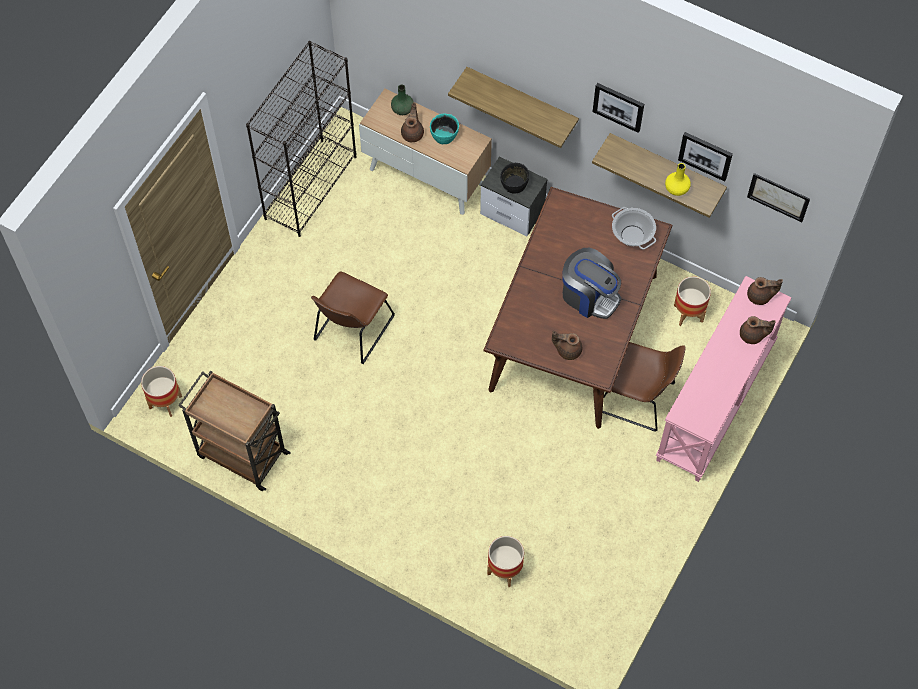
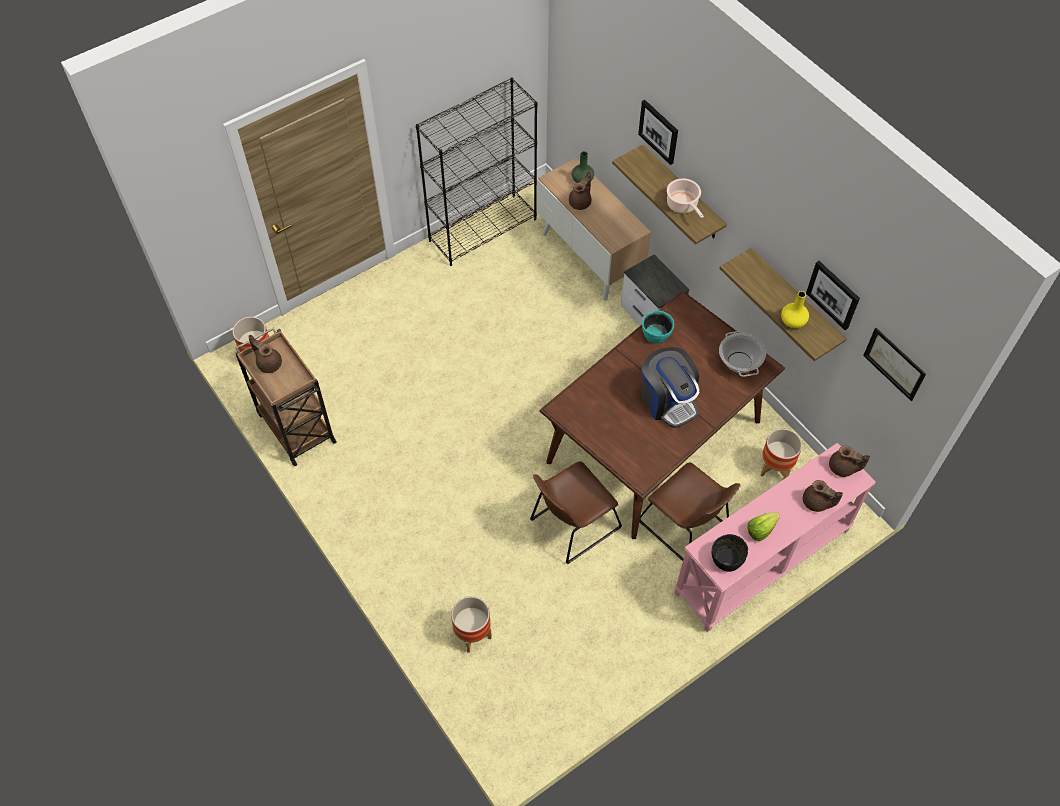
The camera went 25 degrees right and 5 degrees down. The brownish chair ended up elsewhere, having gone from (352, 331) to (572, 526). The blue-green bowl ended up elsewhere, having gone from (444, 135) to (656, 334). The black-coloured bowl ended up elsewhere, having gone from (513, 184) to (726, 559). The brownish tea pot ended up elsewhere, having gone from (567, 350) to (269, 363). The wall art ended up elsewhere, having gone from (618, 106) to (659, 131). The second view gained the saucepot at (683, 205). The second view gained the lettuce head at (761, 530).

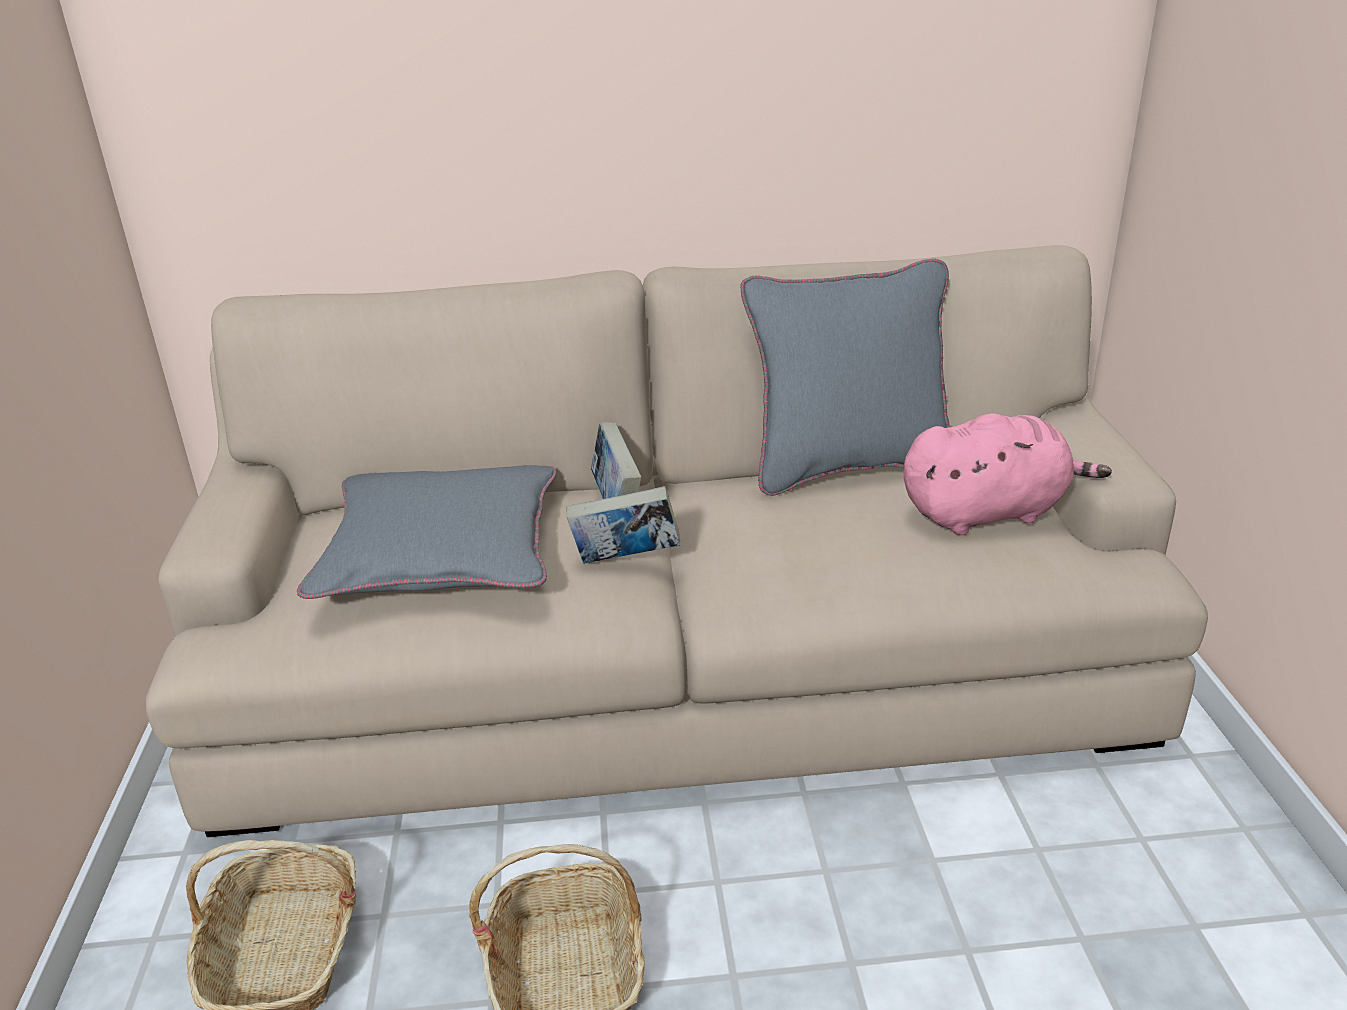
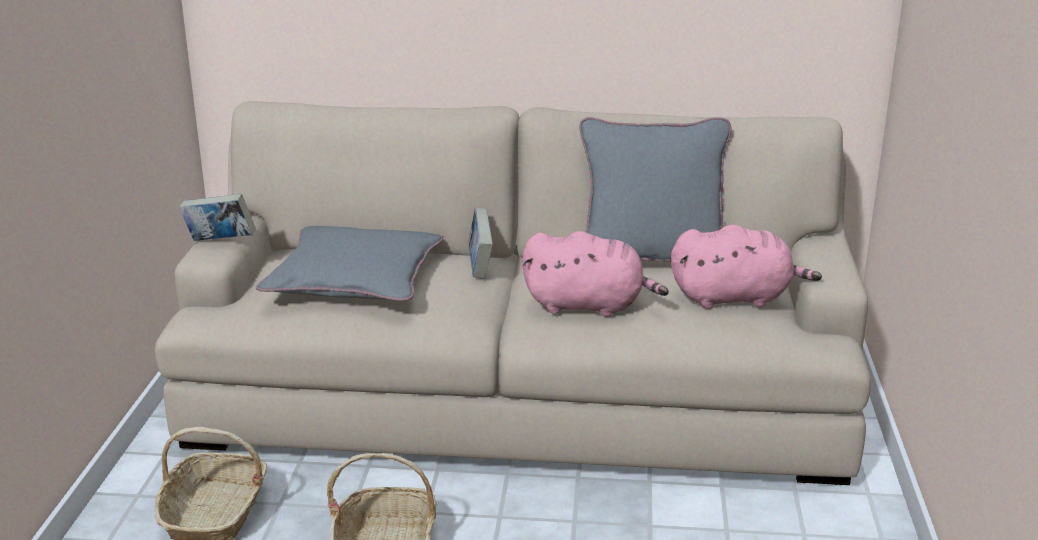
The camera went 10 degrees right and 5 degrees down. The volume ended up elsewhere, having gone from (626, 561) to (220, 242). The second view gained the pinkish soft toy at (589, 306).

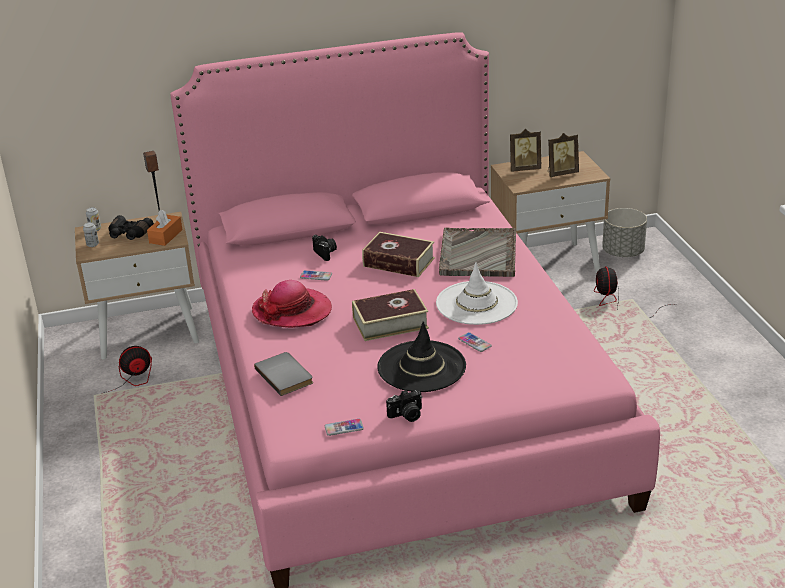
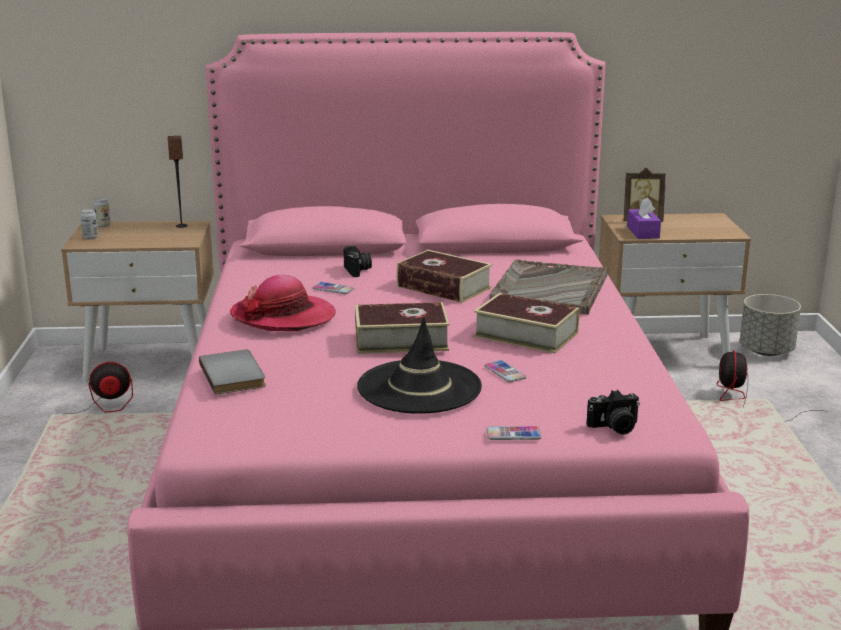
The camera went 10 degrees right and 10 degrees down. The second view lost the black-coloured field glasses at (129, 234). The second view lost the orange tissue box at (166, 236). The telephone ended up elsewhere, having gone from (344, 428) to (513, 434). The still camera ended up elsewhere, having gone from (407, 415) to (614, 427). Where the white-coloured hat stood at (476, 303), the volume came to stand at (526, 334). The second view lost the picture frame at (561, 173). The second view gained the purple tissue box at (643, 232).

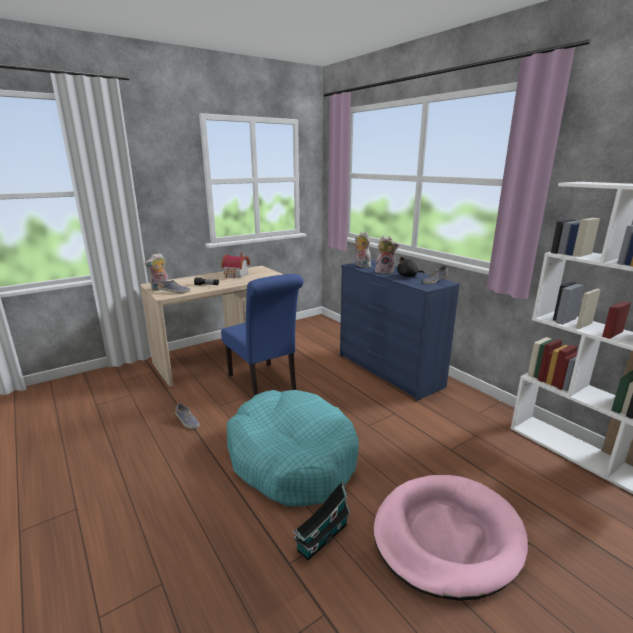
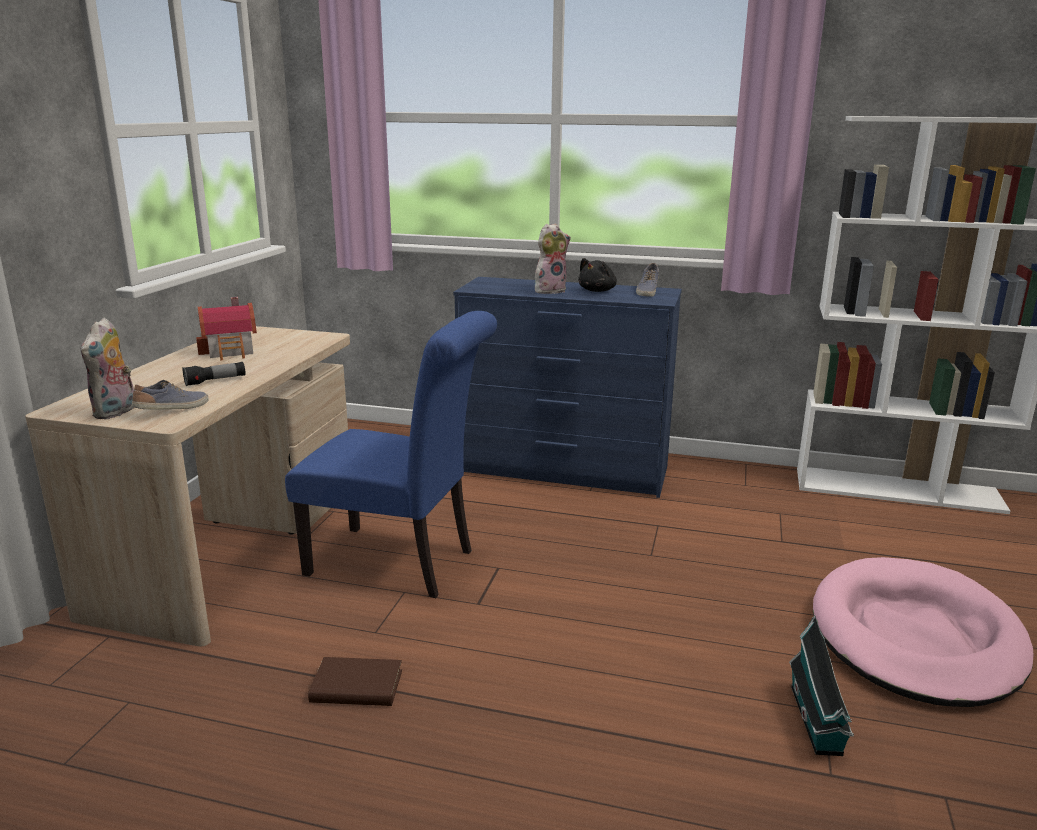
The camera went 40 degrees left and 0 degrees up. Where the item of footwear stood at (187, 421), the brownish volume came to stand at (356, 687). The second view lost the blue-green pet bed at (291, 458). The second view lost the soft toy at (361, 266).

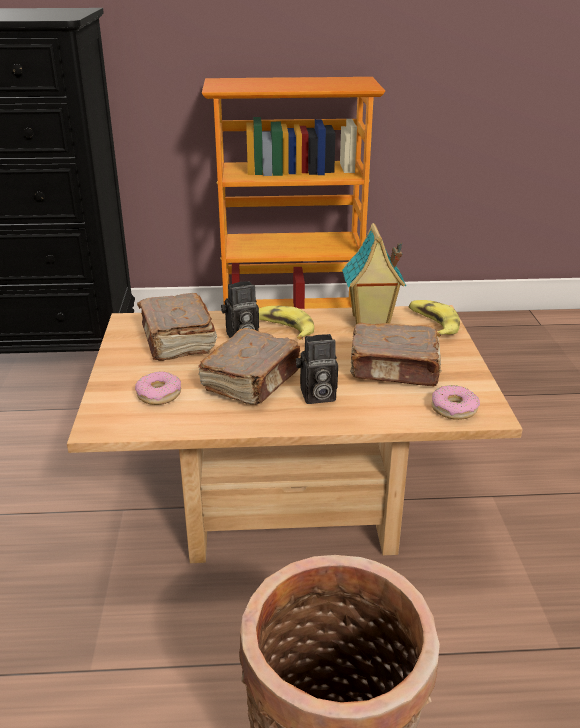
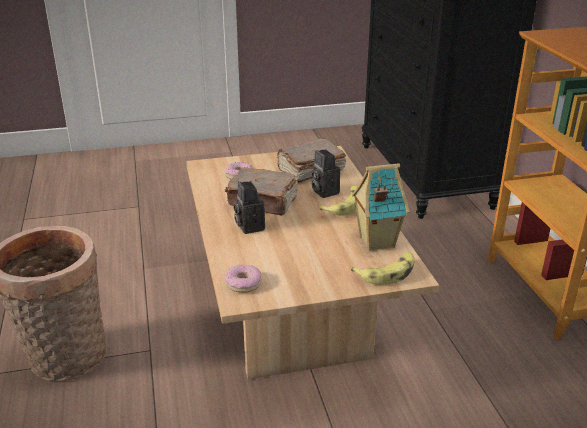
The camera went 80 degrees right and 0 degrees up. The second view lost the brownish volume at (395, 369).

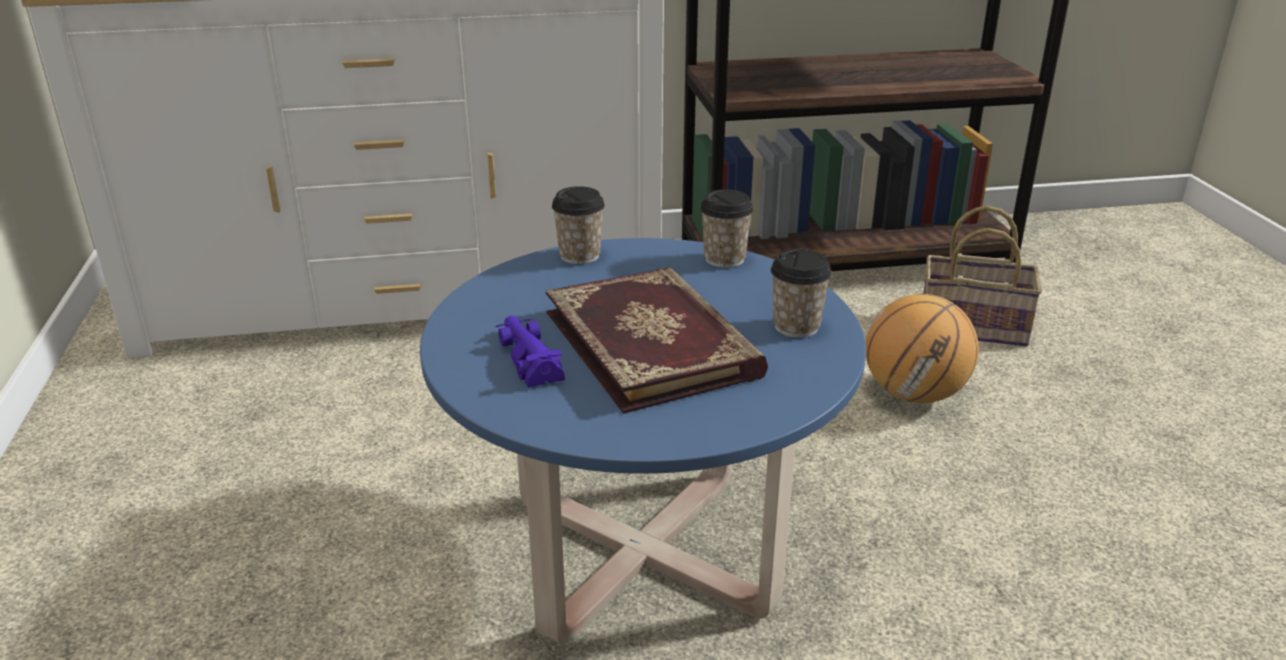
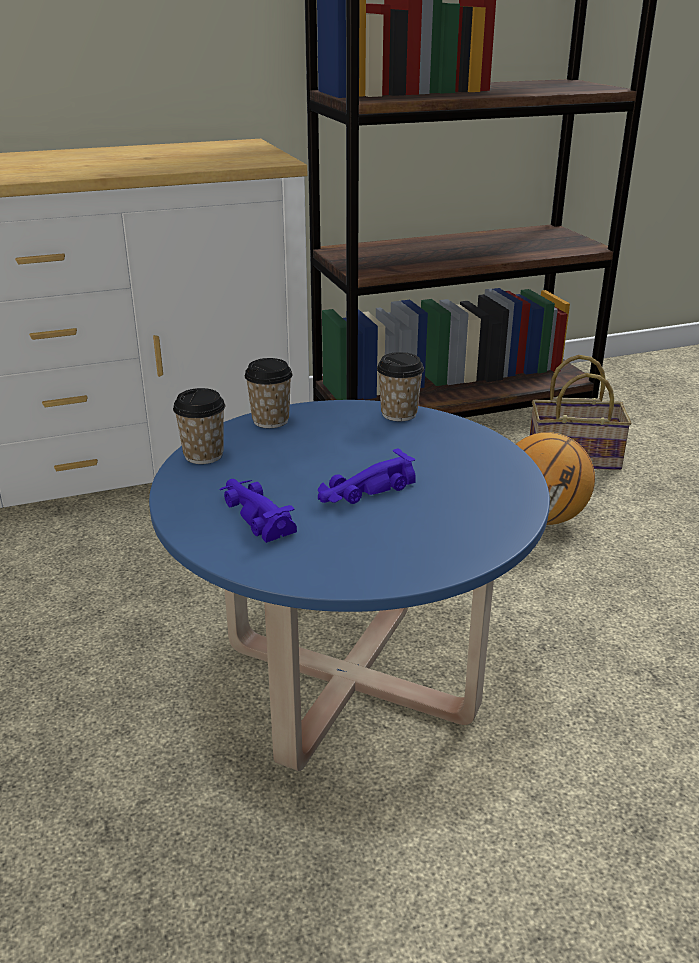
The camera went 10 degrees left and 0 degrees up. Where the volume stood at (654, 343), the purple model car came to stand at (364, 492). The small cup ended up elsewhere, having gone from (796, 327) to (203, 455).

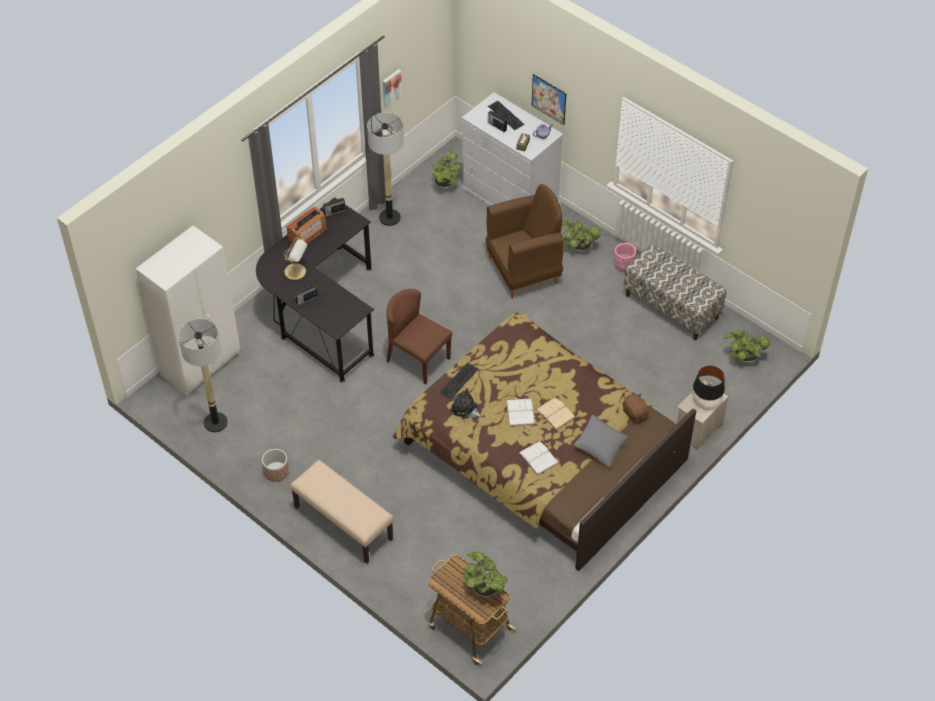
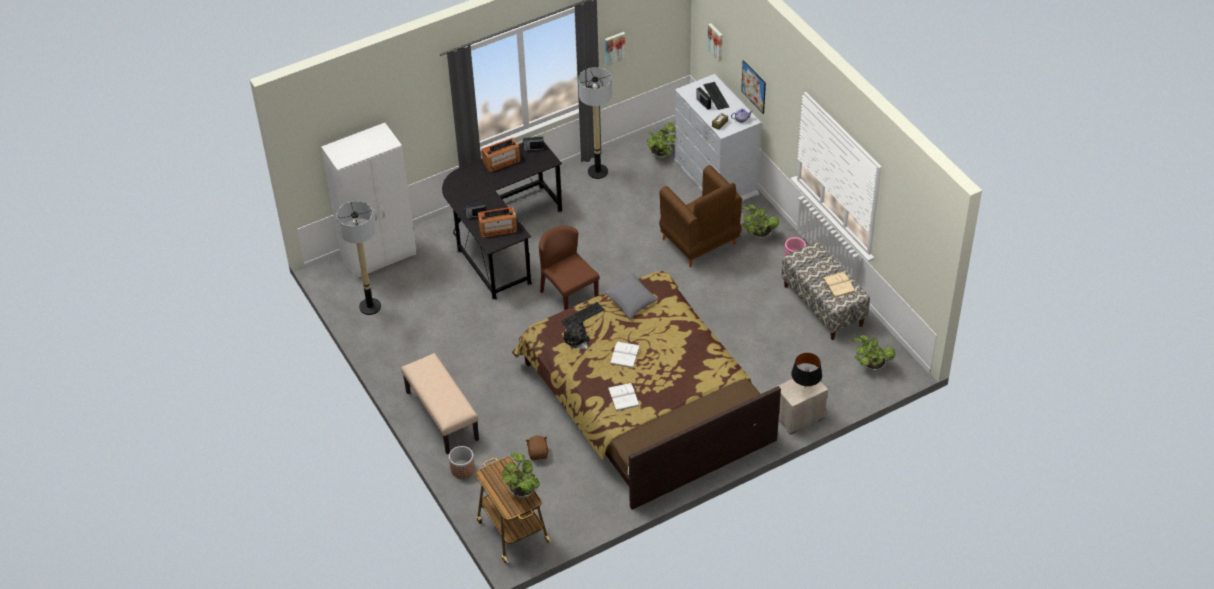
The camera went 20 degrees right and 5 degrees down. The planter ended up elsewhere, having gone from (276, 471) to (462, 469). The second view lost the lamp for a table at (296, 271). The brownish armchair at (524, 270) ended up facing another way, 60 degrees clockwise from before. The sand-coloured volume ended up elsewhere, having gone from (555, 413) to (838, 284). The grey throw pillow ended up elsewhere, having gone from (600, 446) to (631, 301). The brownish soft toy ended up elsewhere, having gone from (634, 412) to (538, 453). The second view gained the radio at (498, 229). The second view gained the wall art at (716, 41).

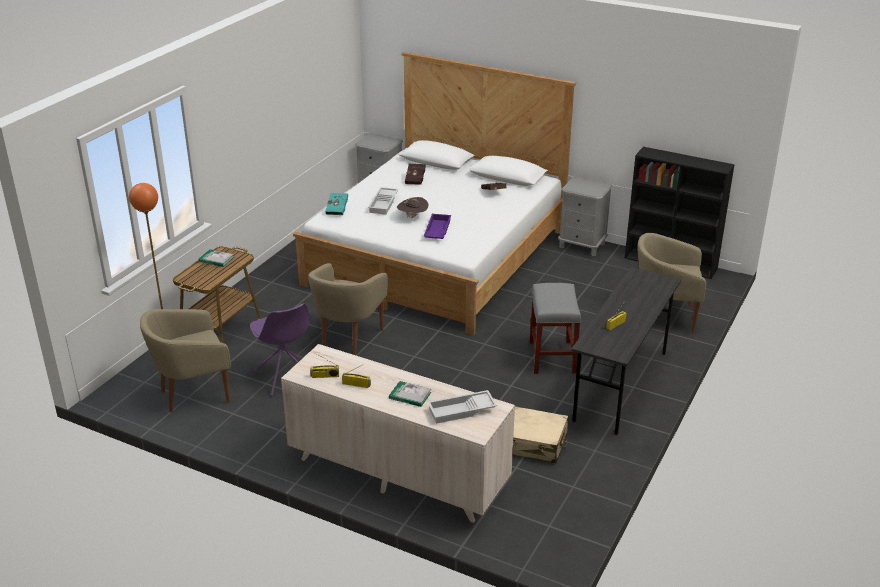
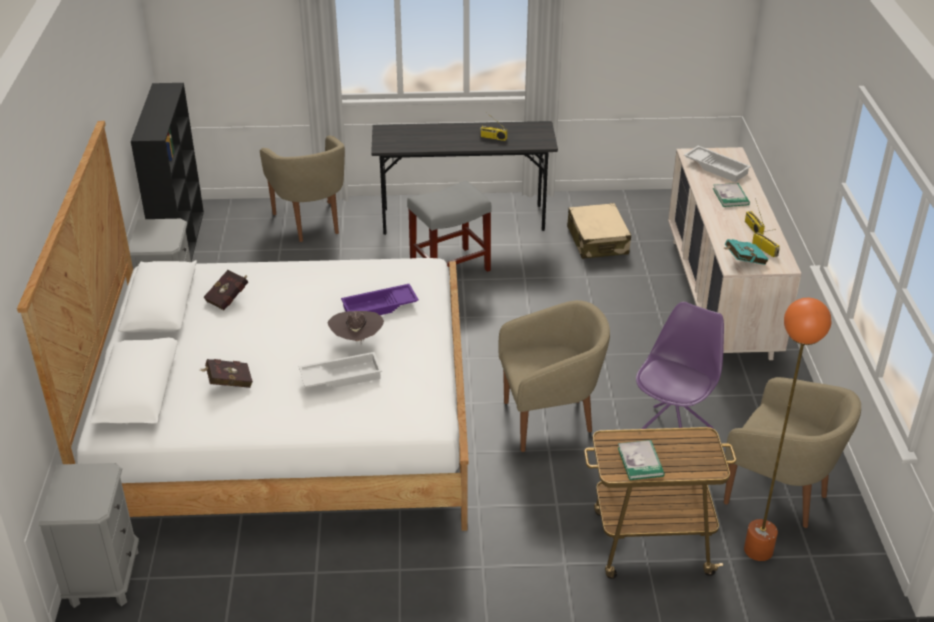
The camera went 120 degrees left and 5 degrees up. The blue-green volume ended up elsewhere, having gone from (338, 210) to (742, 261).

